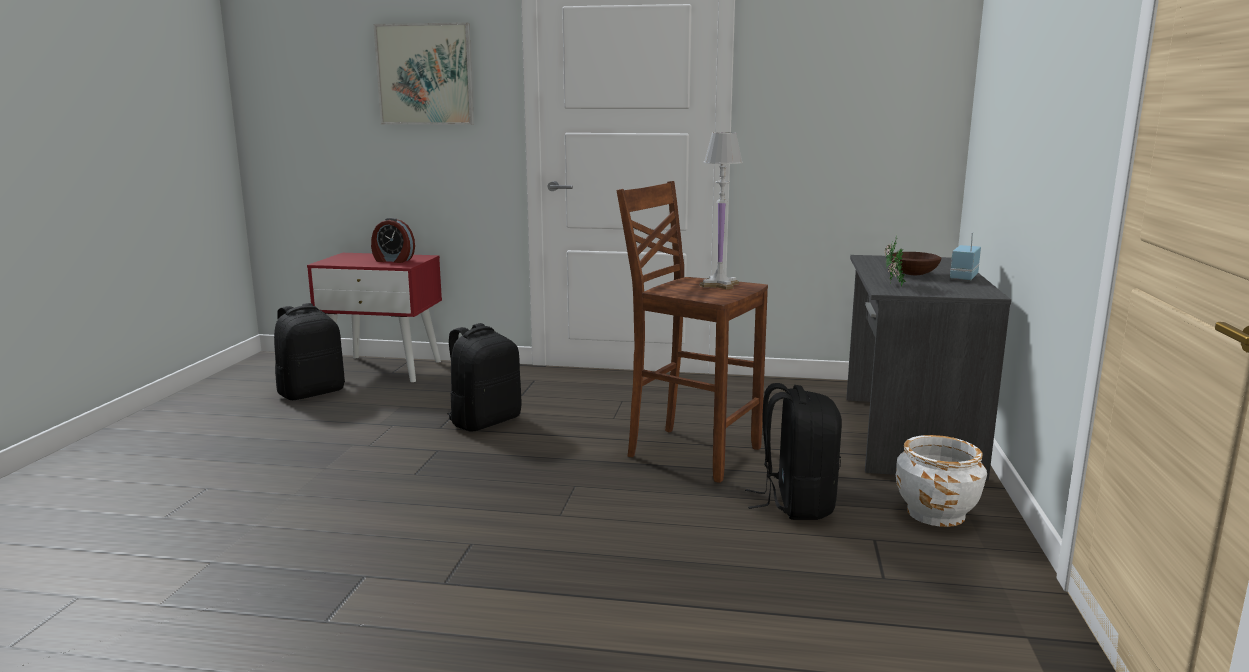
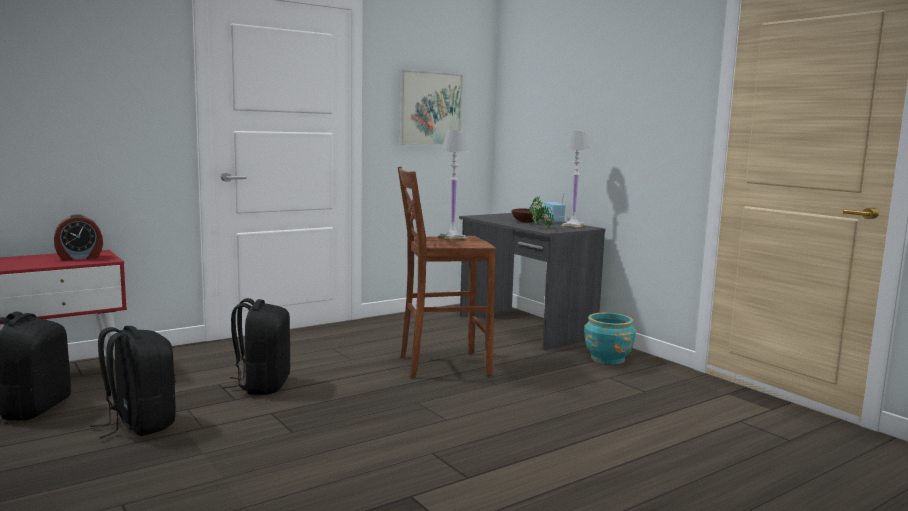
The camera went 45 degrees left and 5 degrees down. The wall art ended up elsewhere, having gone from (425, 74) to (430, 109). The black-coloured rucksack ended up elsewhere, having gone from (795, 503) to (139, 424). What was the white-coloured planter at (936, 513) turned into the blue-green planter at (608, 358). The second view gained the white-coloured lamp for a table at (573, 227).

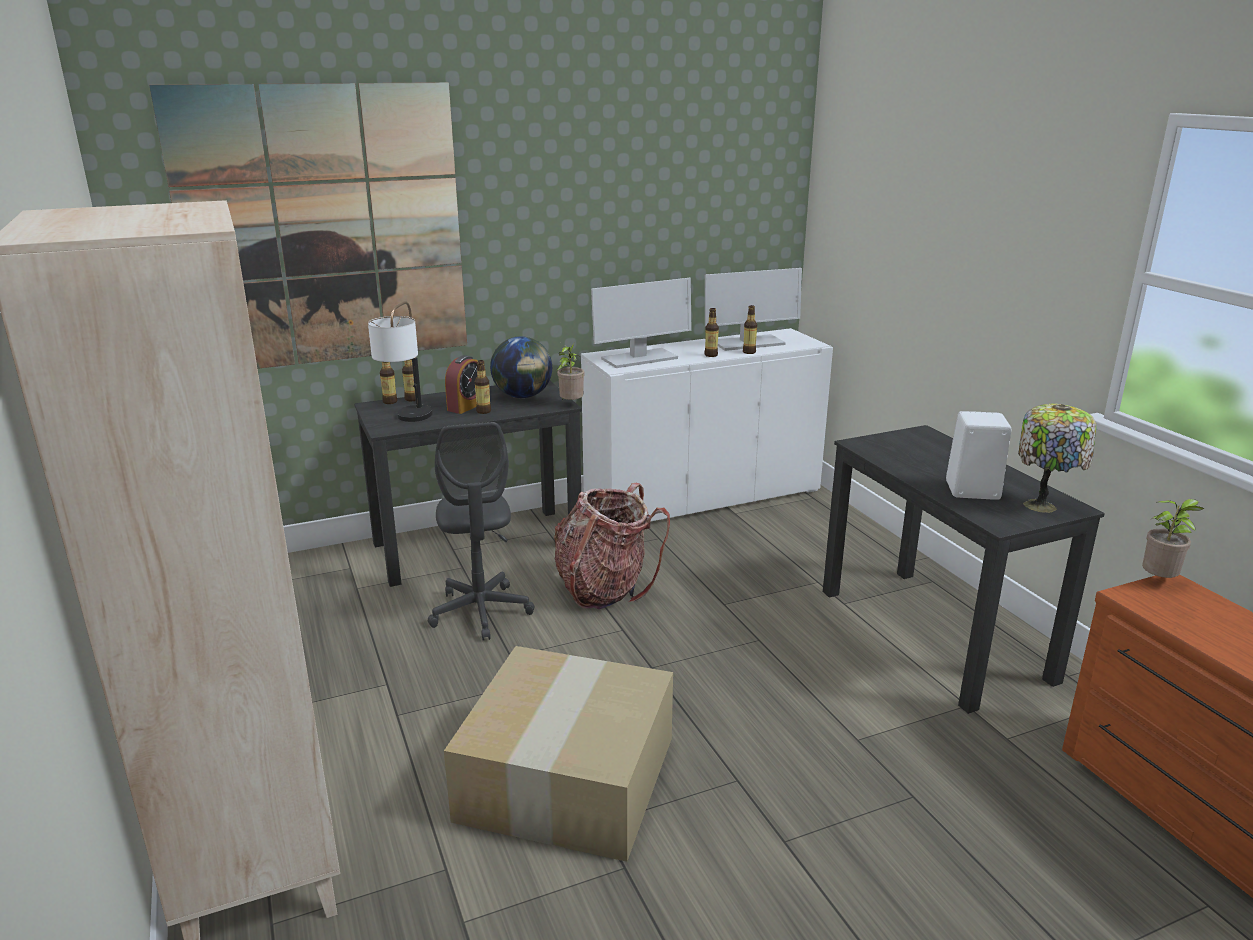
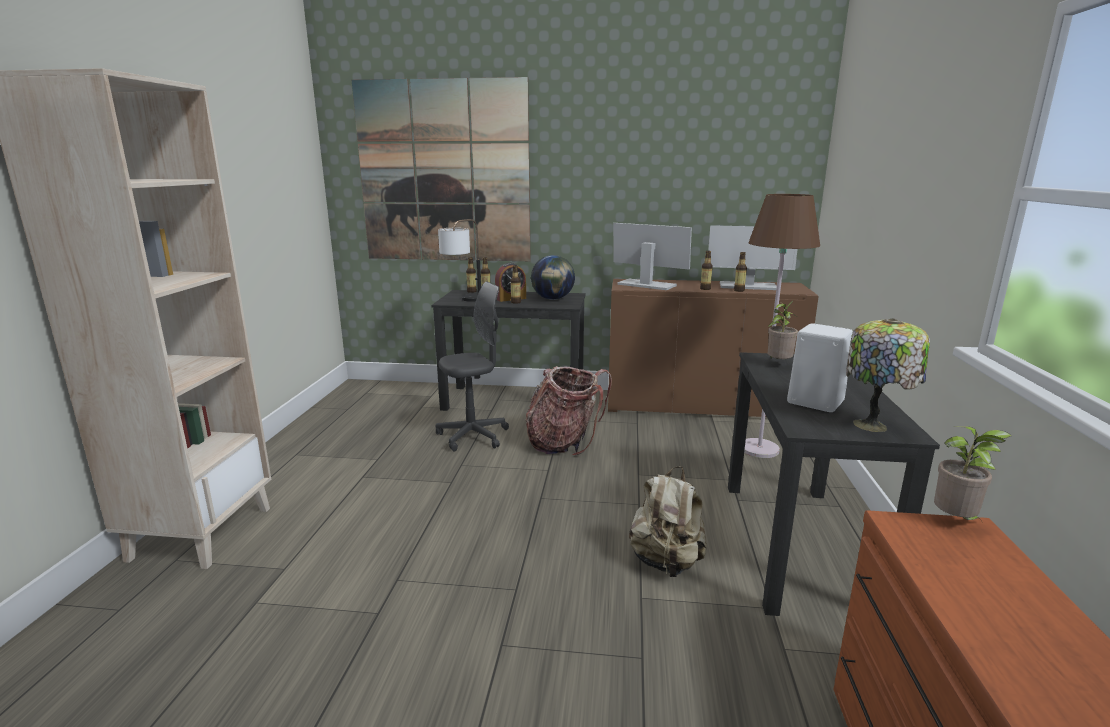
The camera went 30 degrees right and 5 degrees down. The grey desk chair at (481, 612) ended up facing another way, 135 degrees counterclockwise from before. The second view lost the carton at (565, 775). The houseplant ended up elsewhere, having gone from (571, 404) to (778, 364). What was the white-coloured cabinet at (703, 496) turned into the brownish cabinet at (699, 405). The monitor at (639, 359) ended up facing another way, 150 degrees counterclockwise from before. The second view gained the sand-coloured rucksack at (666, 562). The second view gained the brownish standard lamp at (759, 449).

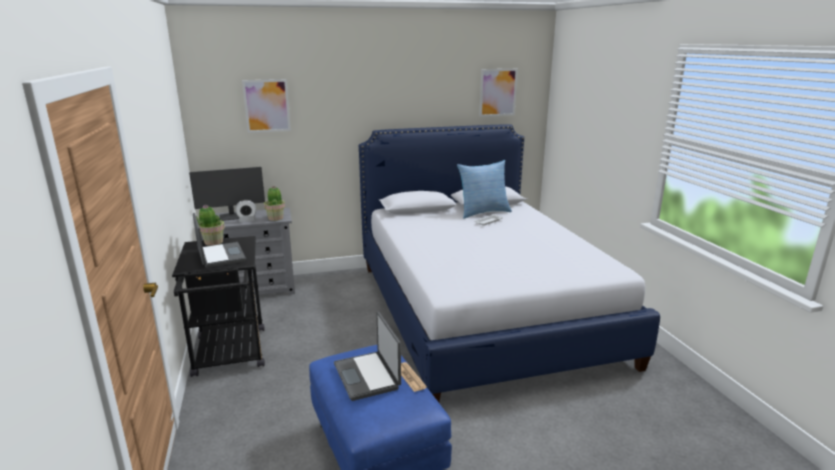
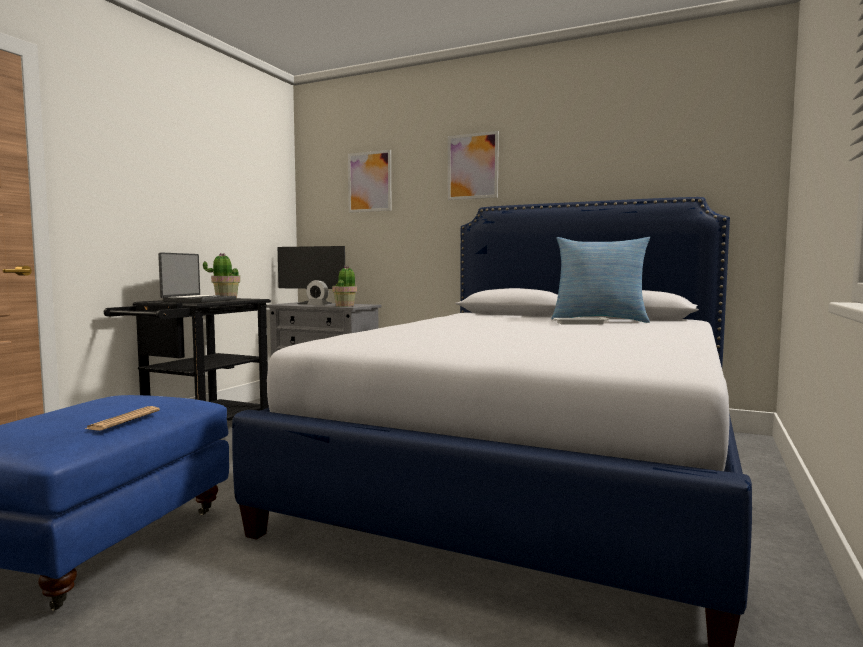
The camera went 40 degrees right and 15 degrees down. The second view lost the portable computer at (368, 376). The wall art ended up elsewhere, having gone from (498, 92) to (472, 166).

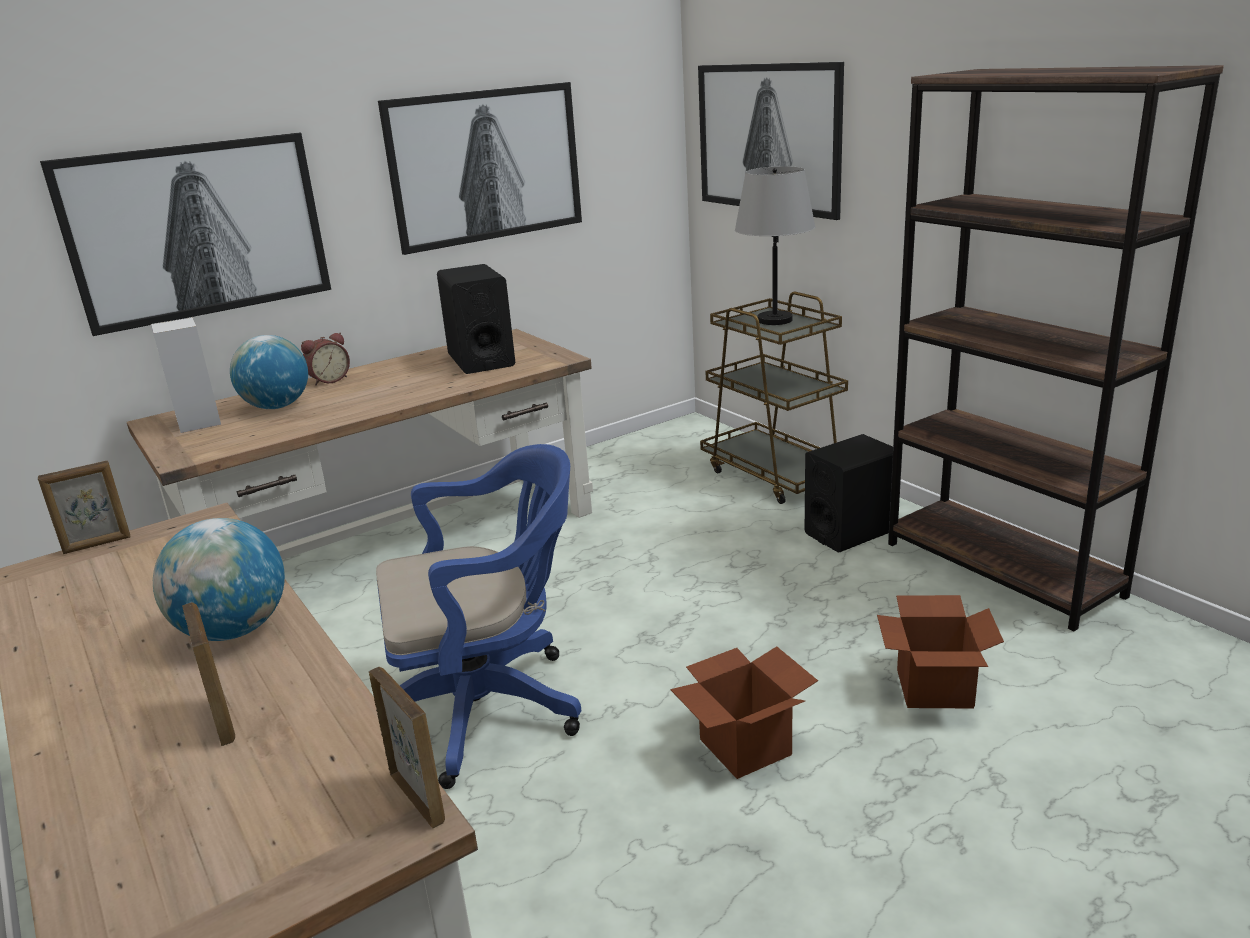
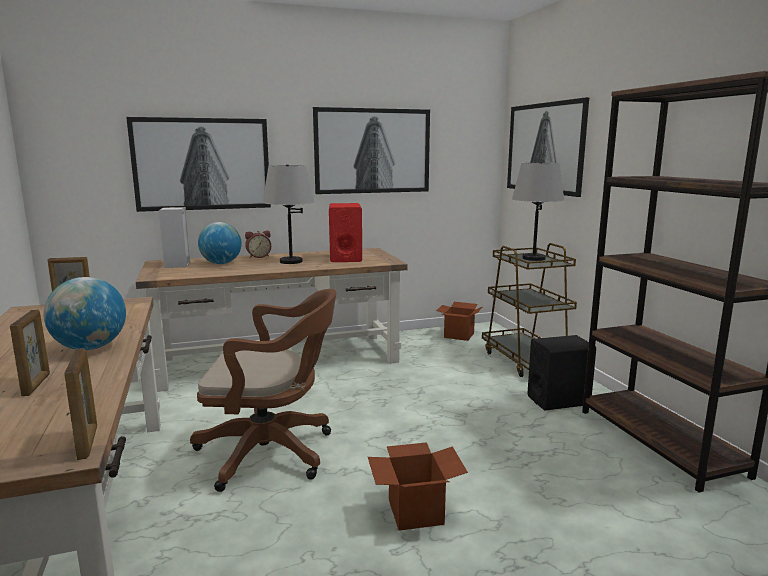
The camera went 15 degrees right and 10 degrees down. What was the blue desk chair at (489, 707) turned into the brownish desk chair at (273, 453). What was the black-coloured audio speaker at (481, 360) turned into the red audio speaker at (345, 258). The carton ended up elsewhere, having gone from (934, 688) to (459, 335). The second view gained the grey lamp for a table at (291, 261).

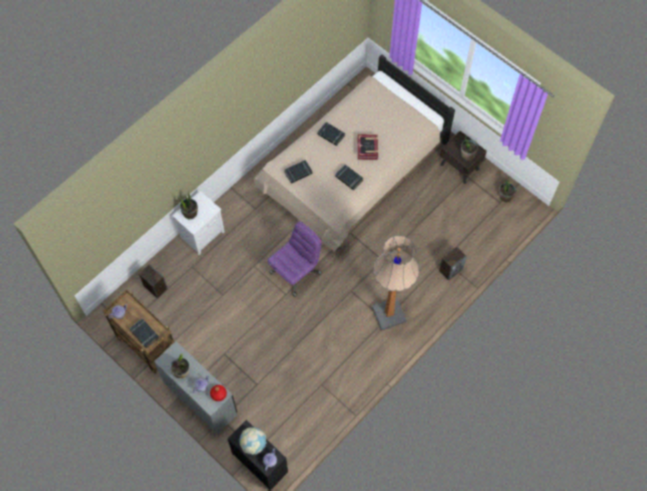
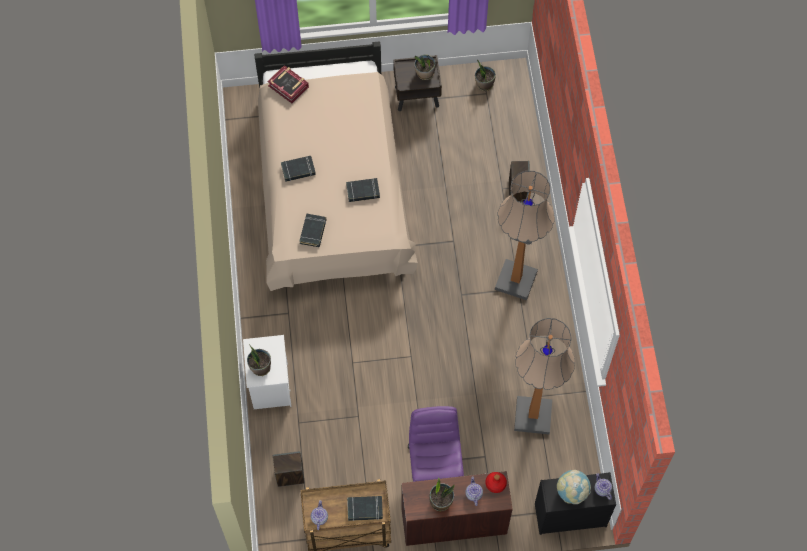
The camera went 50 degrees left and 0 degrees up. What was the grey desk table at (200, 397) turned into the brownish desk table at (453, 521). The purple desk chair ended up elsewhere, having gone from (296, 272) to (434, 466). The volume ended up elsewhere, having gone from (367, 148) to (288, 86). The second view gained the standard lamp at (533, 416).

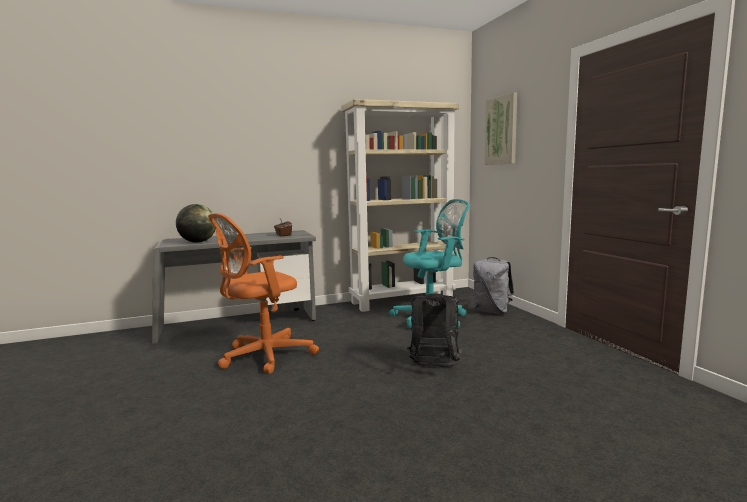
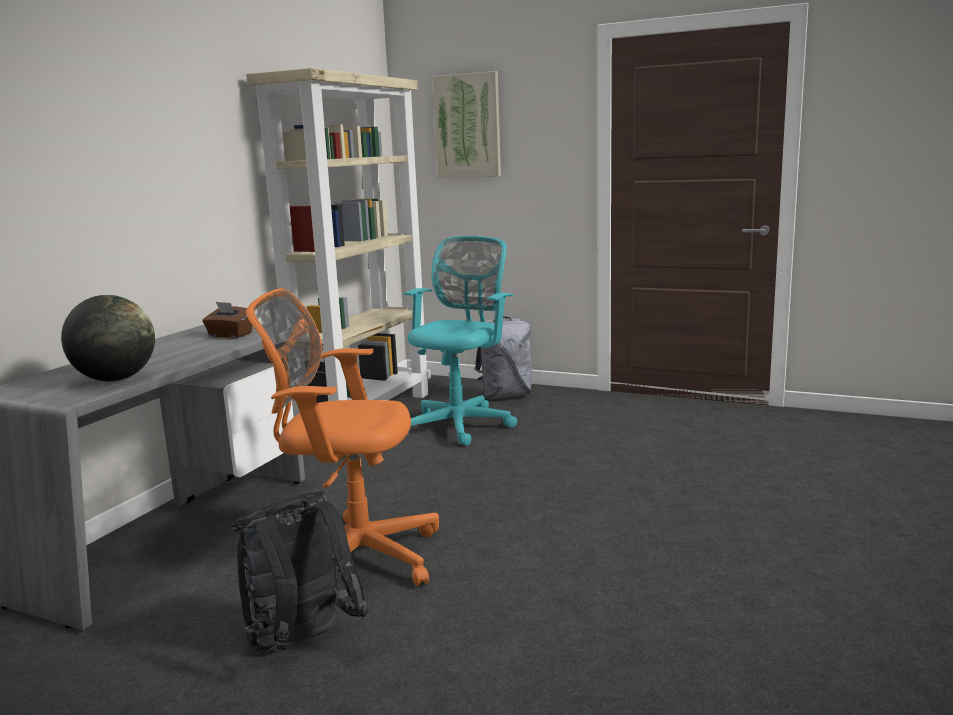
The camera went 45 degrees left and 5 degrees up. The orange desk chair at (263, 356) ended up facing another way, 90 degrees clockwise from before. The black-coloured rucksack ended up elsewhere, having gone from (433, 367) to (301, 643).

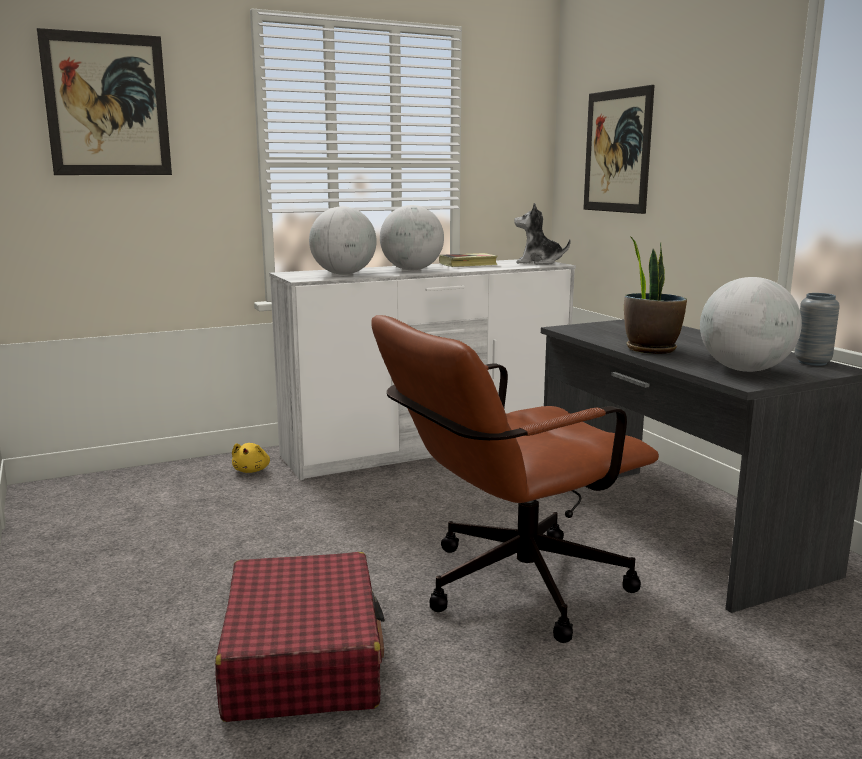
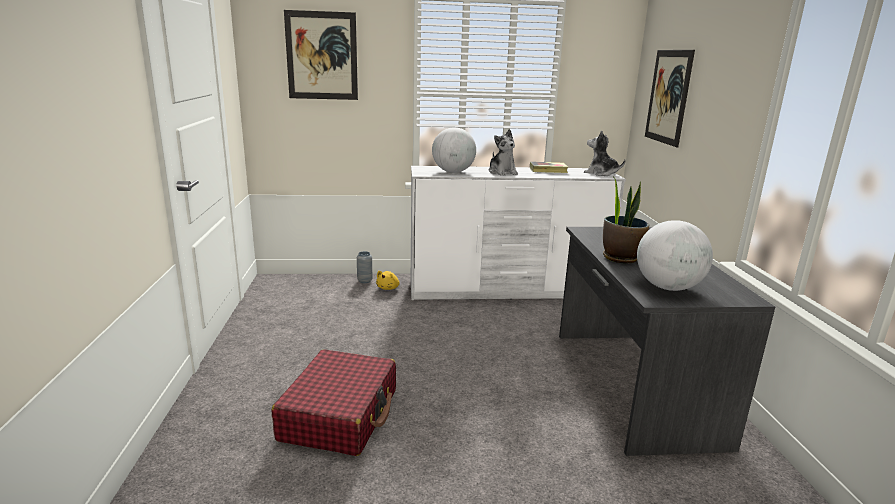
The camera went 20 degrees right and 5 degrees up. The second view lost the brownish desk chair at (507, 588). Where the globe stood at (412, 270), the soft toy came to stand at (502, 172). The grey decorative vase ended up elsewhere, having gone from (812, 362) to (364, 281).

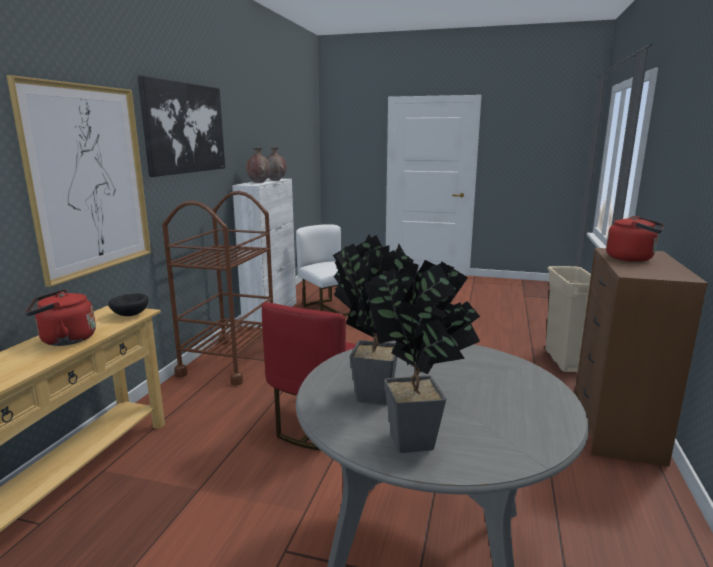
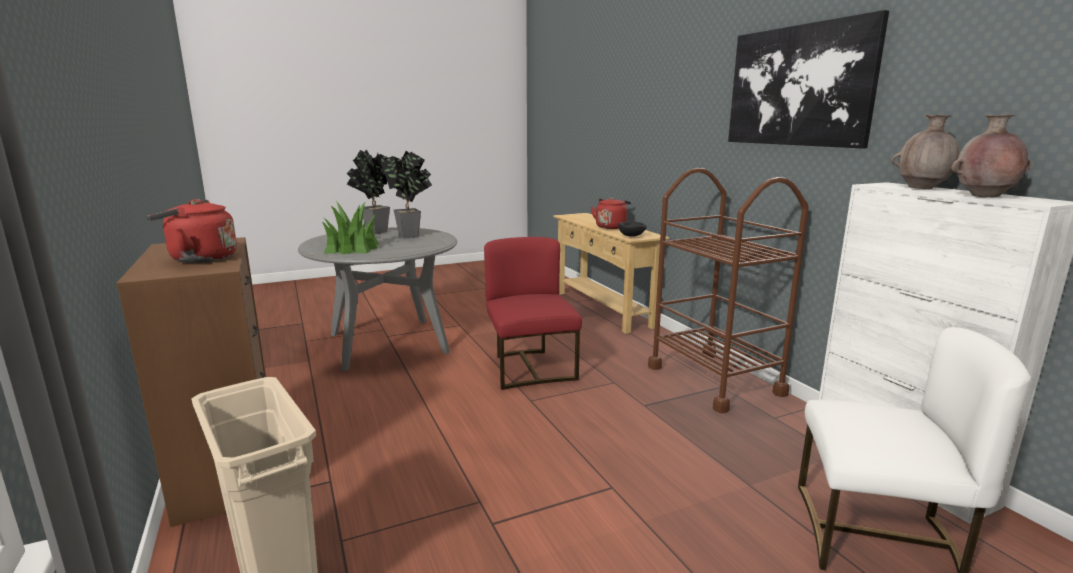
The camera went 140 degrees right and 0 degrees up. The second view lost the wall art at (89, 180). The second view gained the houseplant at (352, 248).

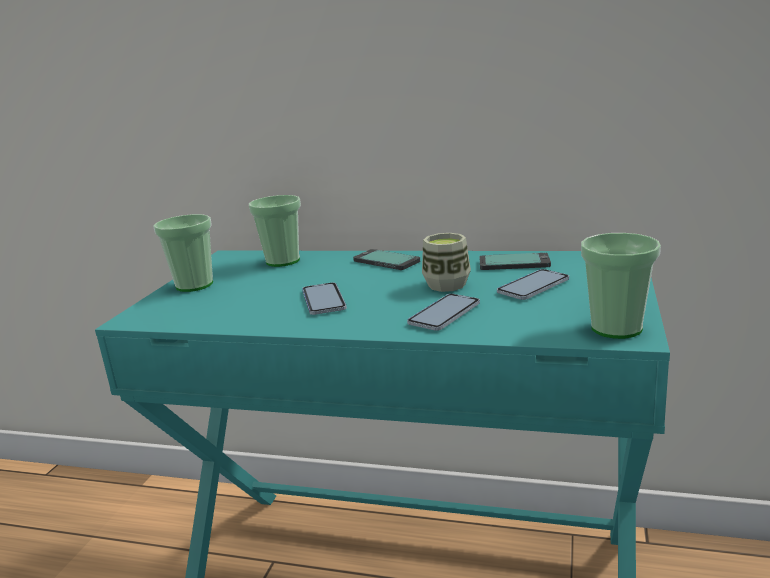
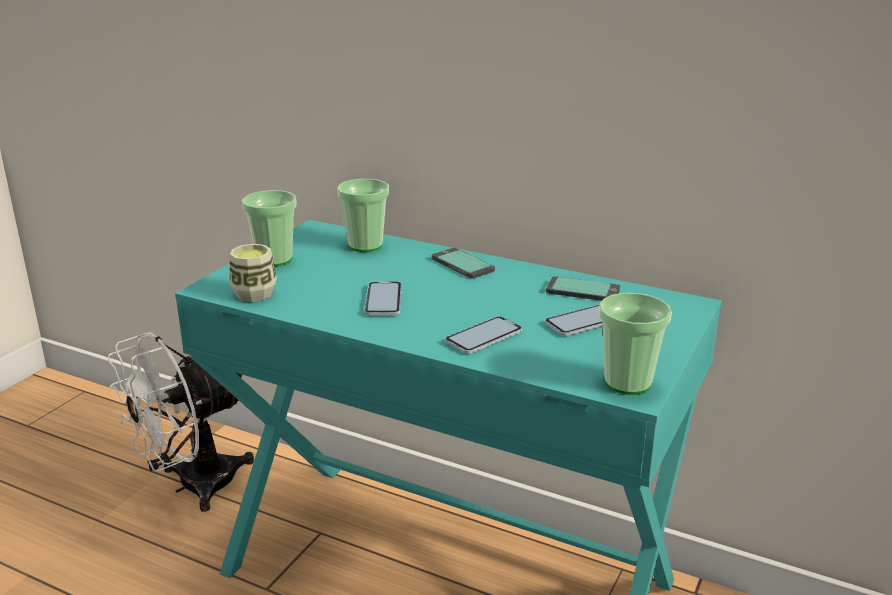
The camera went 10 degrees right and 5 degrees up. The small cup ended up elsewhere, having gone from (447, 285) to (254, 294). The second view gained the white-coloured cooling fan at (192, 486).

